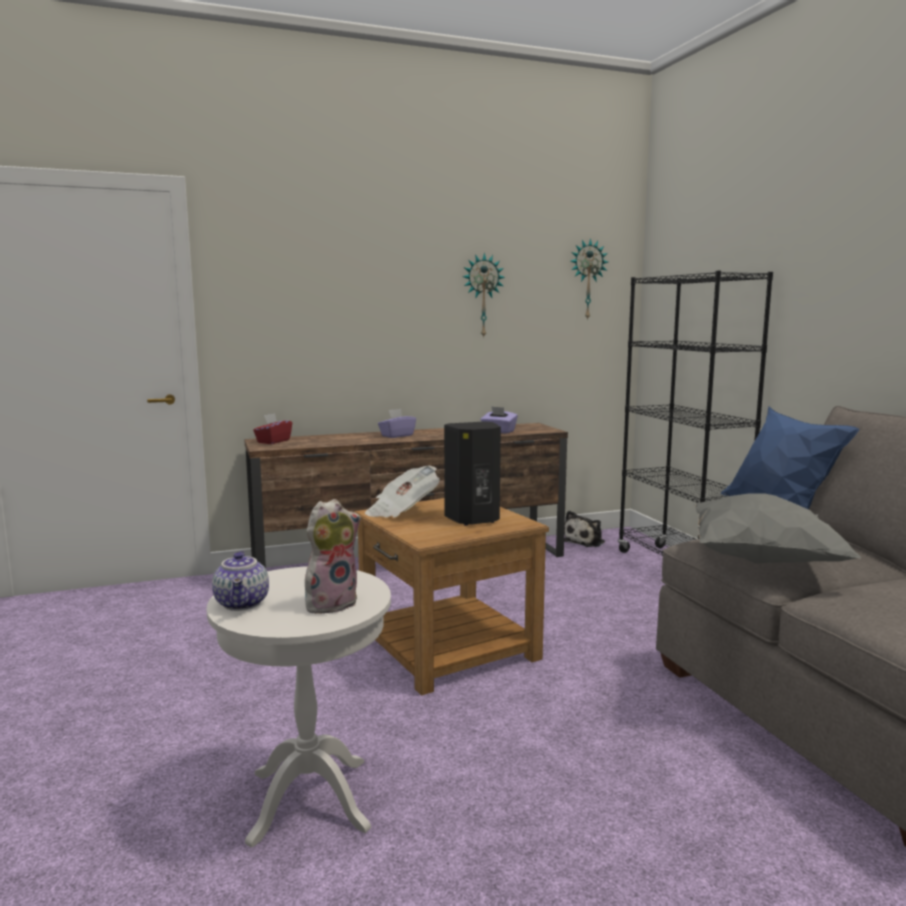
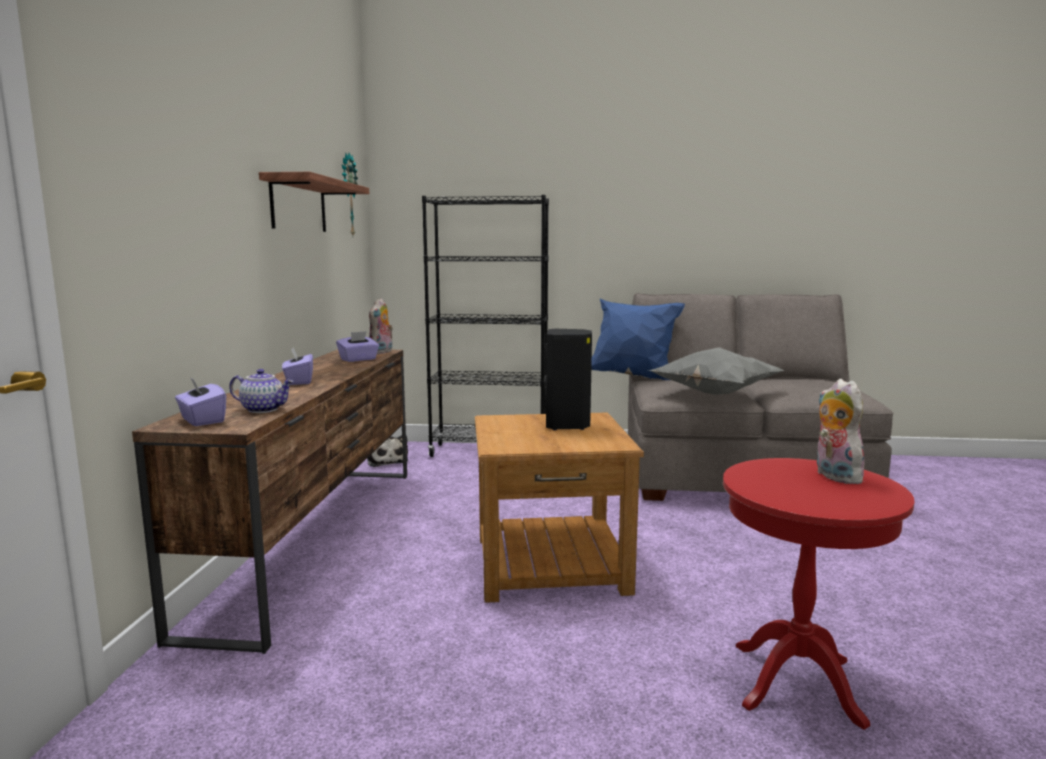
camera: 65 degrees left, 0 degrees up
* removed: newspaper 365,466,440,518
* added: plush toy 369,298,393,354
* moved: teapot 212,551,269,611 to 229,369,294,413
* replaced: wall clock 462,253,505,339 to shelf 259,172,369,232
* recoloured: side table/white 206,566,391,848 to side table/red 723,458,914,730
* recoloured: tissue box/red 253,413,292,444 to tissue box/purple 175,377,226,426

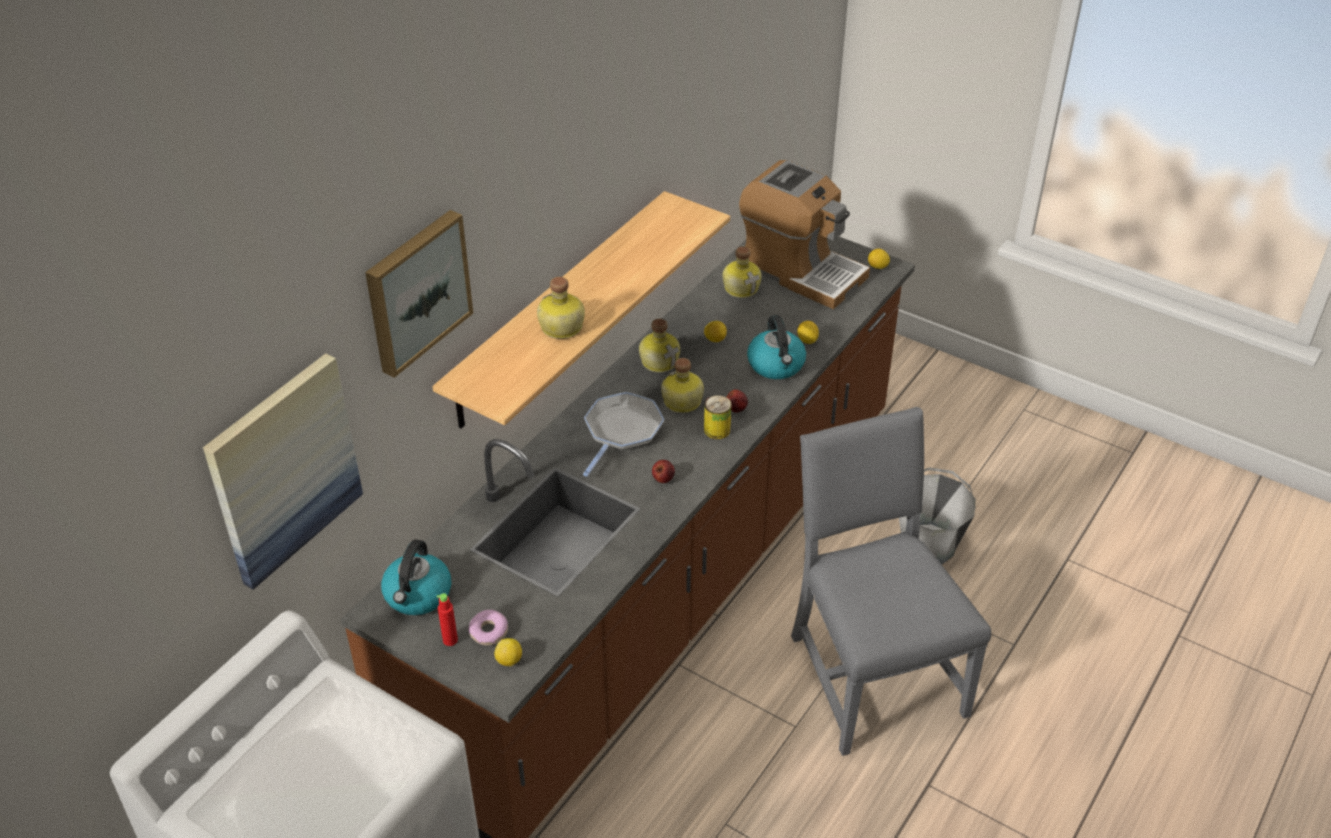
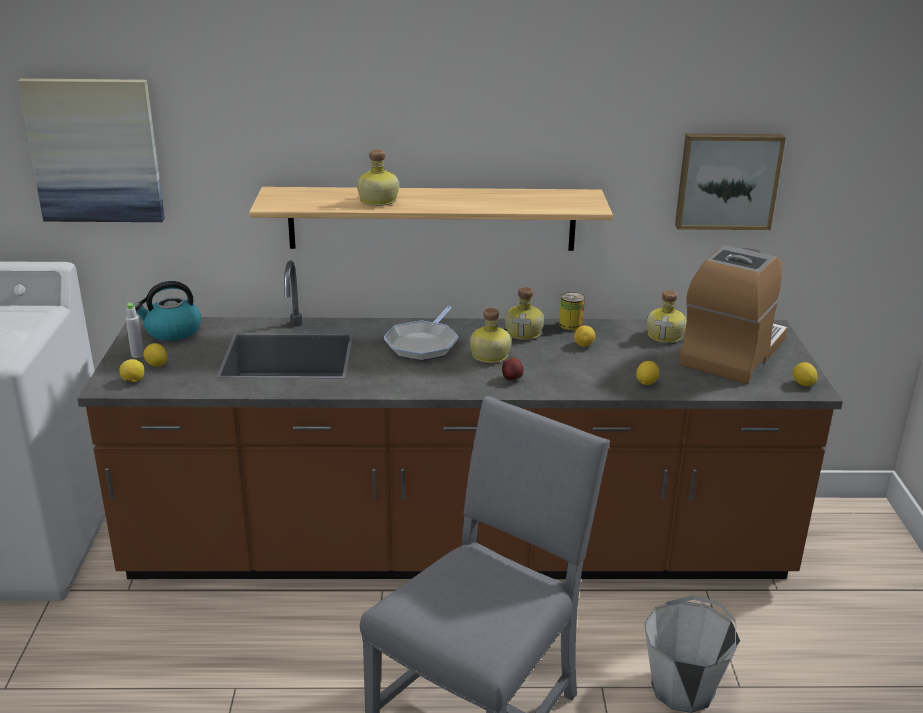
camera: 55 degrees right, 15 degrees down
* removed: apple 652,460,675,483
* removed: kettle 747,315,806,379
* moved: picture 365,210,473,378 to 675,133,786,230
* moved: can 704,395,731,439 to 559,292,585,331
* replaced: donut 469,610,508,645 to lemon 143,343,167,367
* recoloured: bottle/red 437,593,458,646 to bottle/grey 126,303,144,358
* turned: frying pan 583,392,664,477 = 384,306,459,361 120 degrees clockwise
* turned: coffee machine 739,160,870,309 = 679,245,788,384 150 degrees counterclockwise

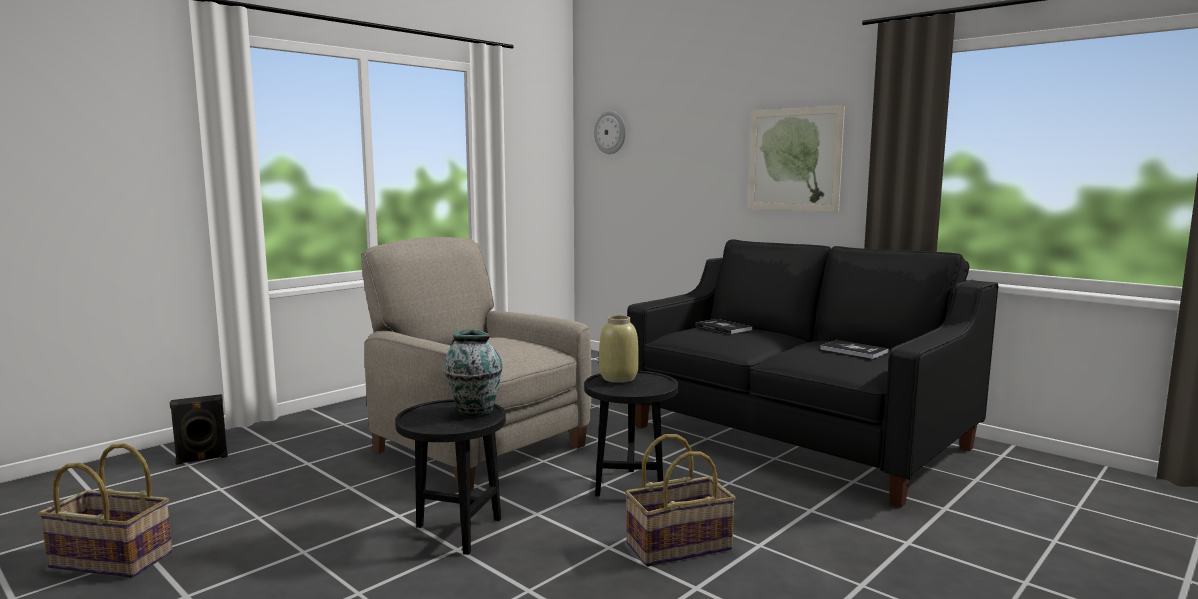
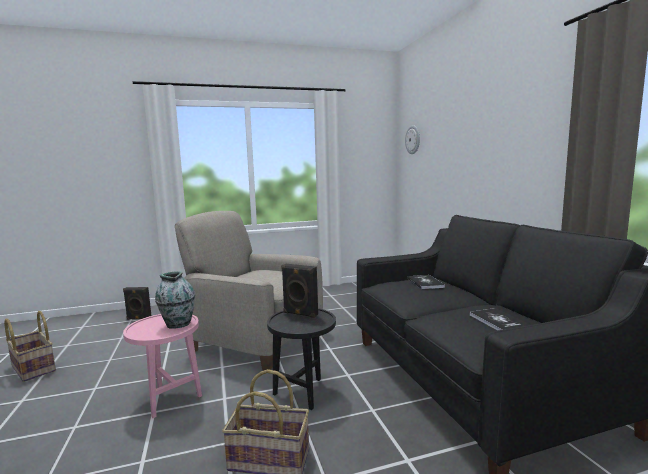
camera: 30 degrees right, 0 degrees up
* removed: picture 748,105,845,213
* replaced: vase/beige 599,315,639,383 to speaker/black 281,264,318,318
* recoloured: side table/black 395,399,506,555 to side table/pink 123,314,202,418
* turned: armchair/beige 361,237,591,491 = 175,211,323,370 45 degrees counterclockwise

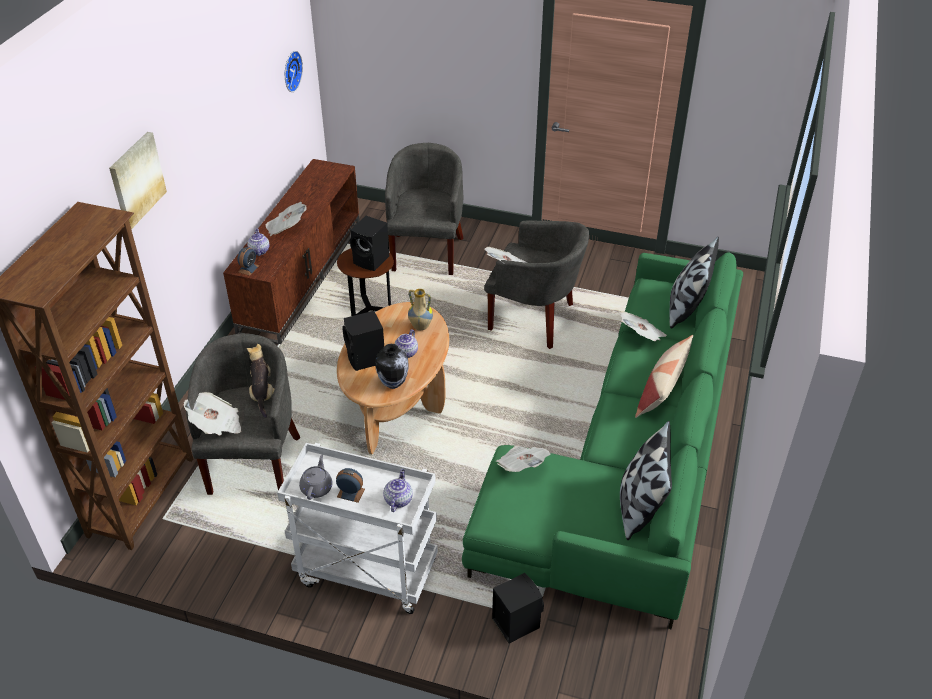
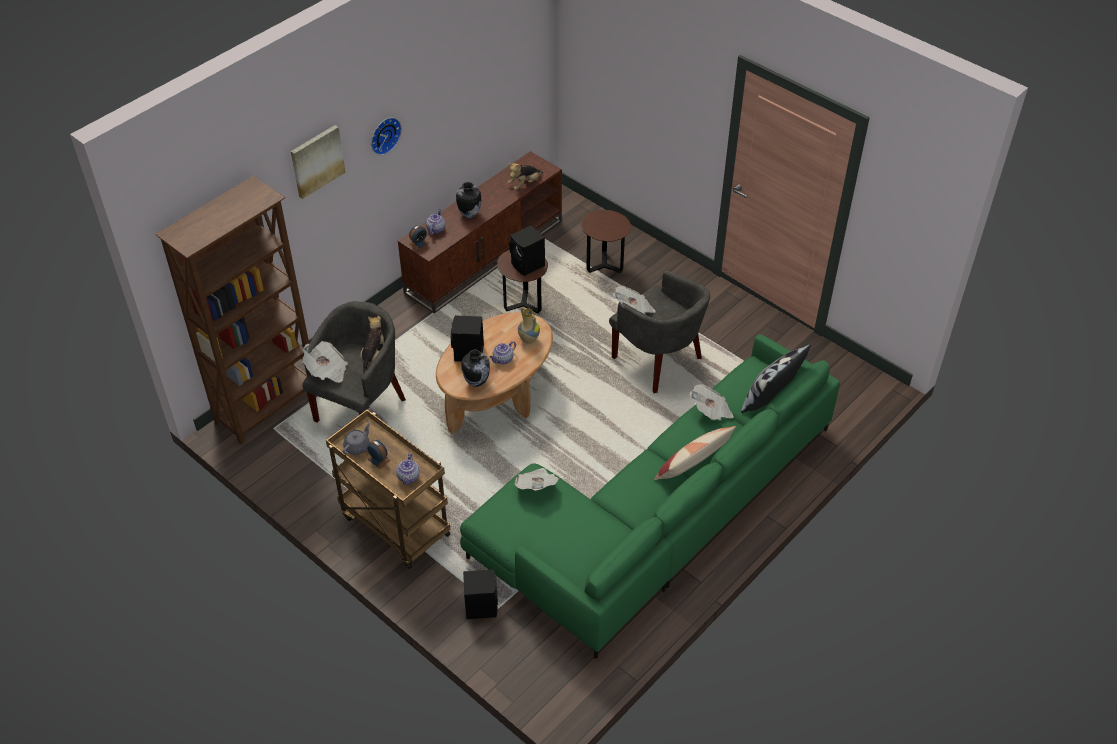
camera: 25 degrees right, 5 degrees up
* removed: pillow 620,421,672,540
* added: plush toy 508,163,543,190
* moved: wall clock 285,51,303,92 to 371,117,402,155
* replaced: newspaper 265,202,307,236 to vase 456,182,481,218
* replaced: armchair/grey 385,143,464,275 to side table/brown 581,210,631,273
* recoloured: cart/white 277,443,438,614 to cart/brown 326,410,450,569
* turned: teapot 383,469,413,512 = 396,453,420,485 150 degrees clockwise

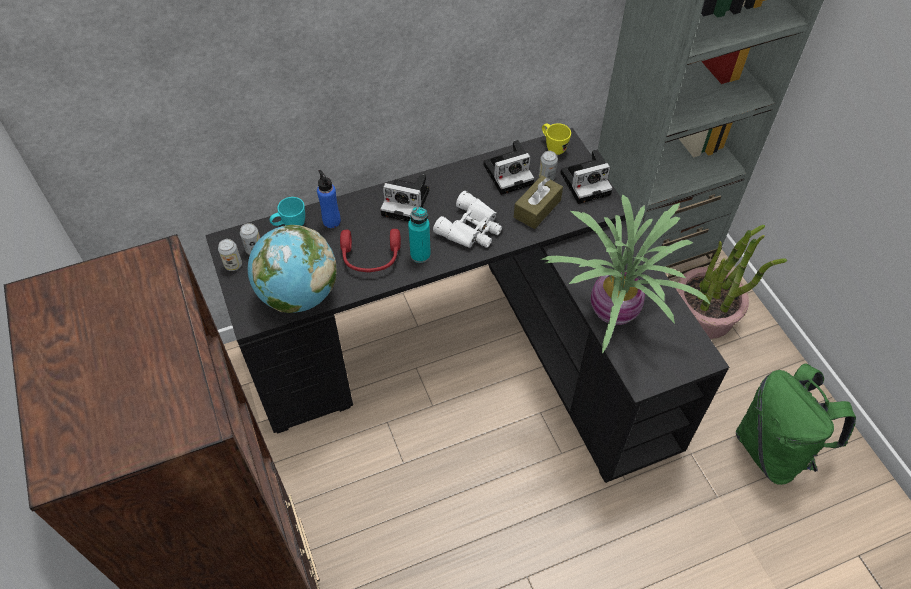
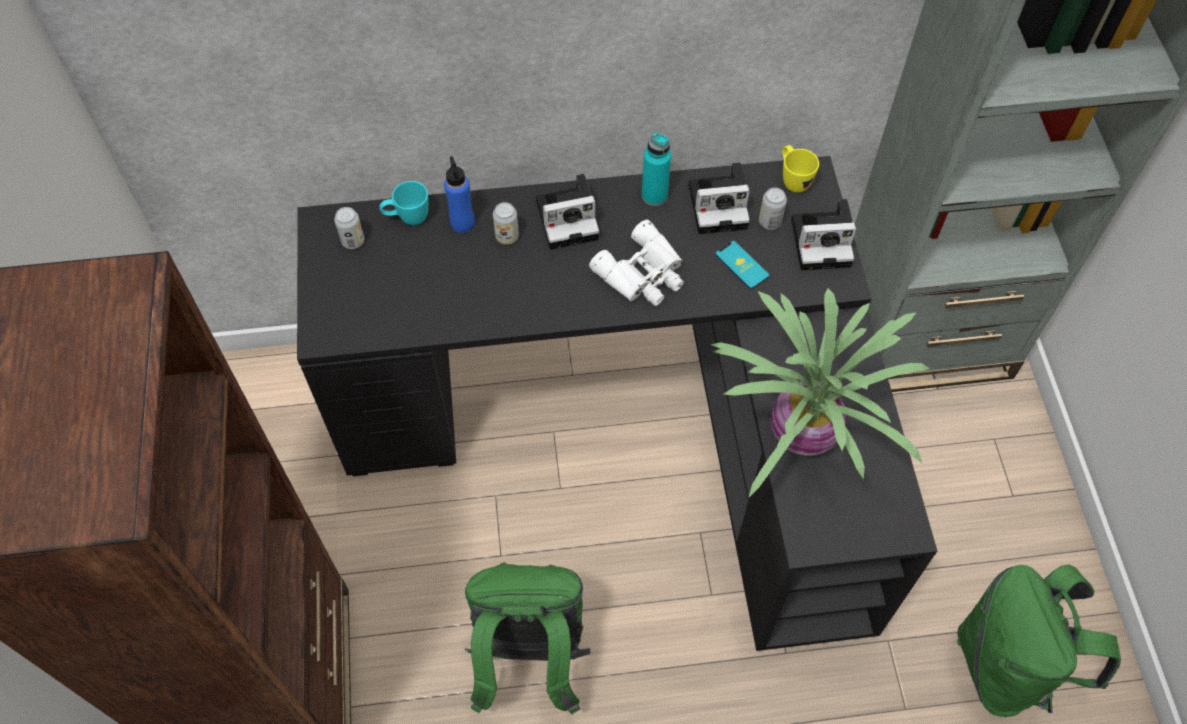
camera: 15 degrees right, 5 degrees up
* removed: globe 248,225,337,313
* removed: headphones/red 340,229,401,272
* removed: potted plant 676,225,787,339
* added: backpack/green 464,562,590,714
* moved: can 218,239,242,271 to 493,202,519,245
* moved: bottle/turquoise 408,207,431,263 to 642,132,671,206
* replaced: tissue box/brown 514,175,563,229 to phone 715,241,769,289
* turned: photo camera 380,174,429,222 = 536,174,599,249 45 degrees counterclockwise

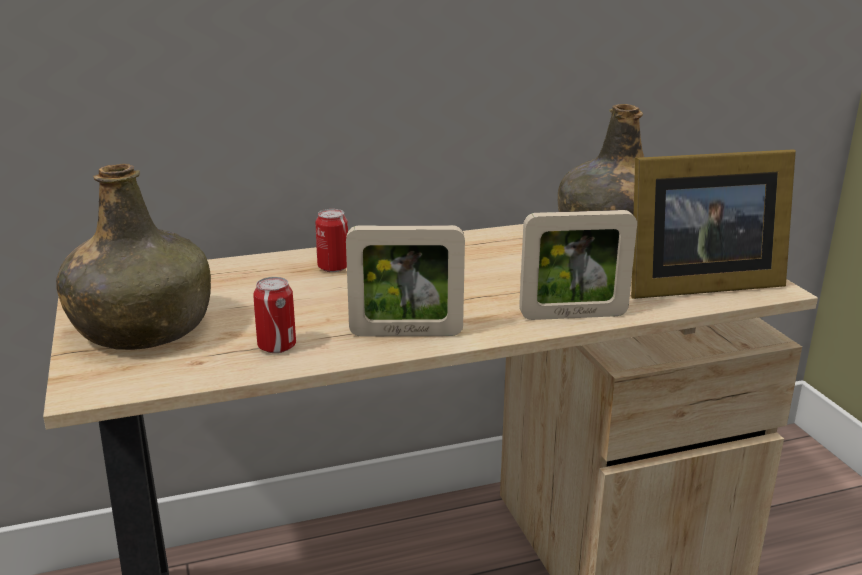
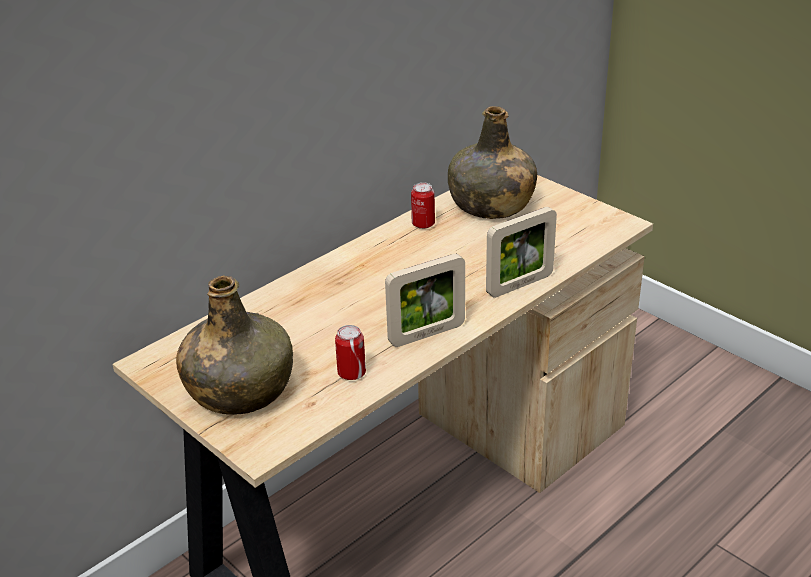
camera: 25 degrees left, 10 degrees up
* removed: picture frame 631,150,796,299
* moved: can 315,209,348,272 to 411,182,435,229

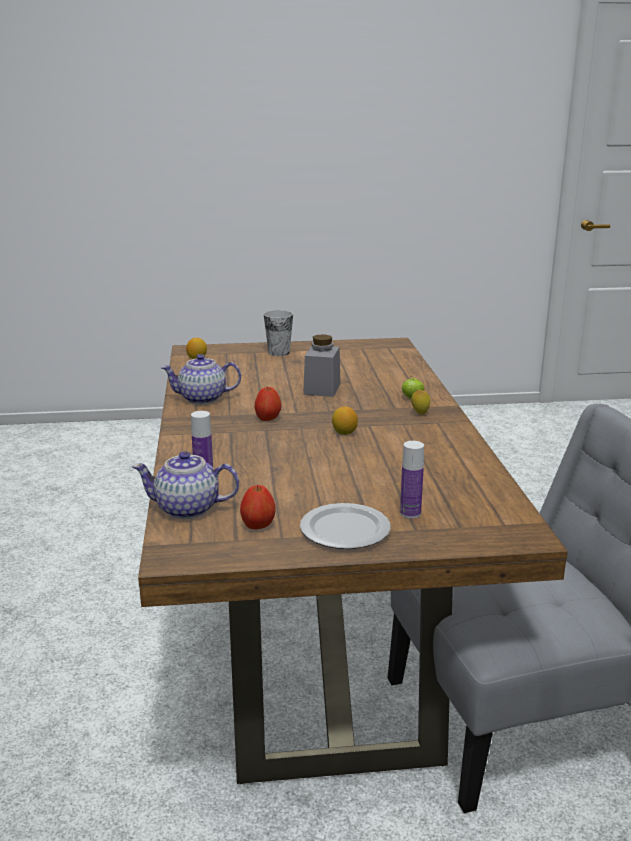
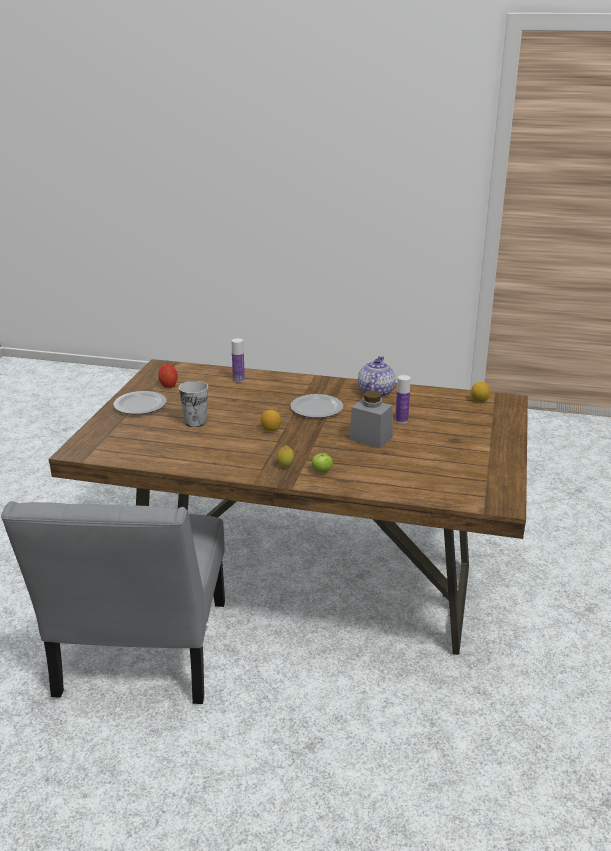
camera: 110 degrees right, 5 degrees up
* removed: teapot 132,451,239,519
* moved: cup 264,310,293,356 to 179,381,208,427
* moved: bottle 400,441,424,519 to 395,375,410,423
* replaced: apple 255,387,281,421 to plate 291,394,343,418

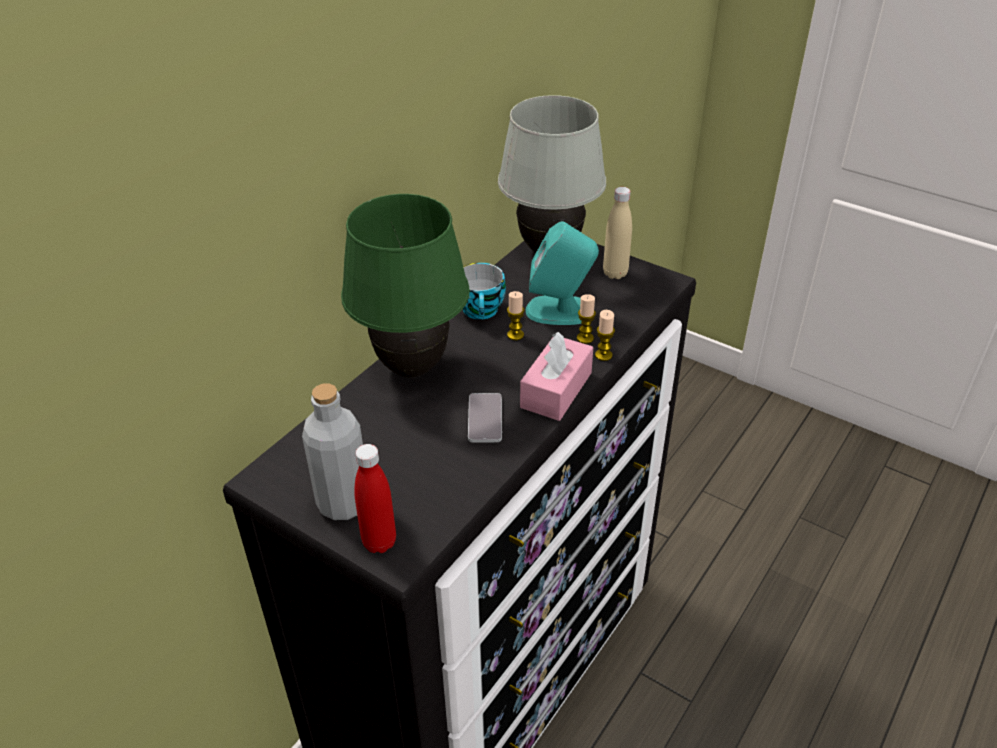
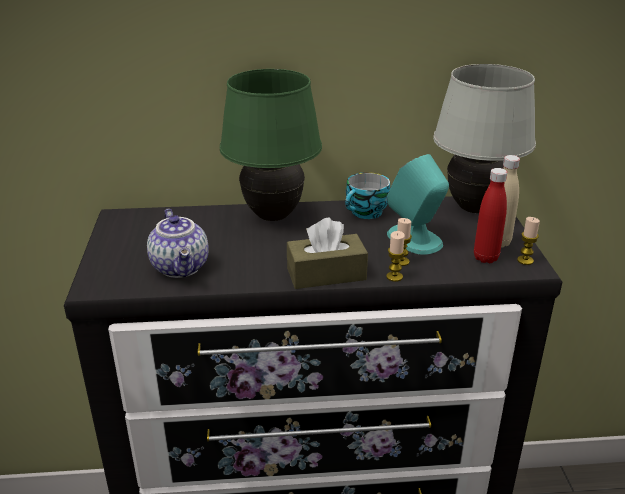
camera: 50 degrees right, 10 degrees down
* removed: bottle/grey 302,384,363,520
* removed: phone 468,393,502,443
* added: teapot 147,209,209,278
* moved: bottle/red 354,444,396,553 to 474,168,507,263
* moved: candle 507,291,525,340 to 517,217,540,265
* recoloured: tissue box/pink 520,332,593,421 to tissue box/brown 287,218,368,289

